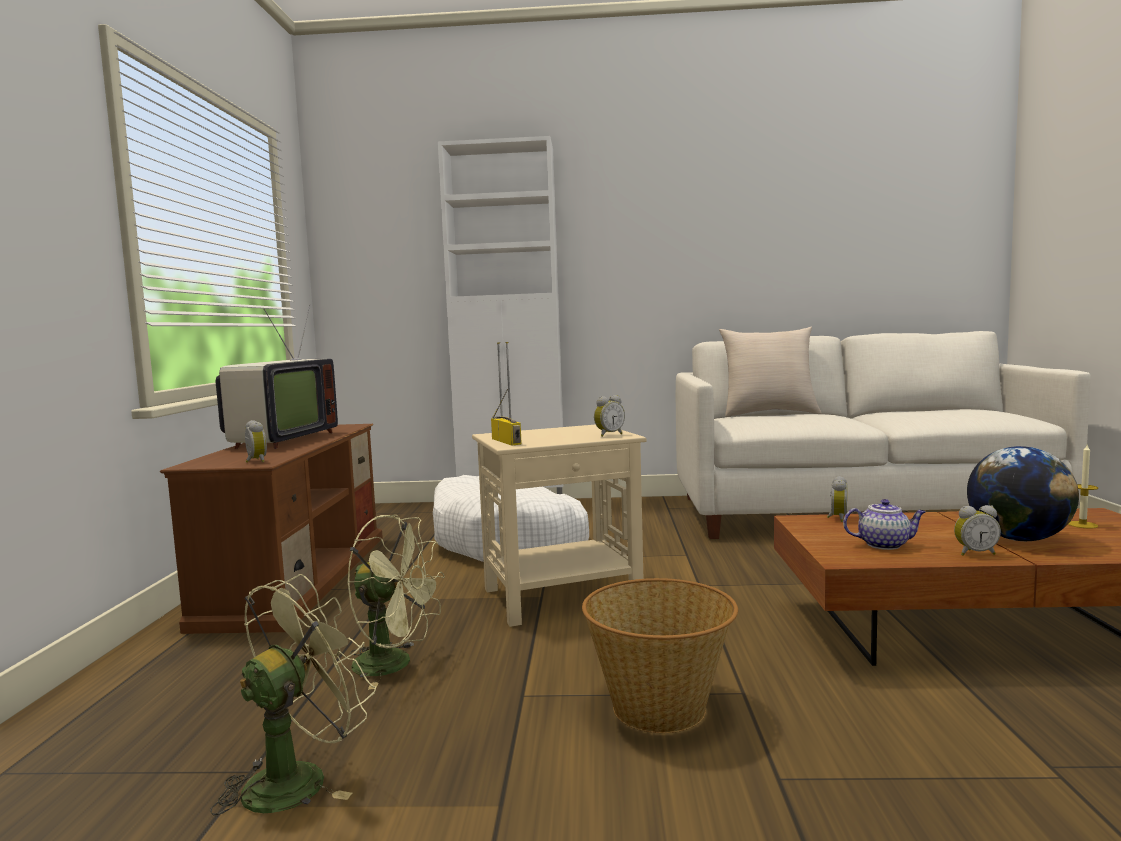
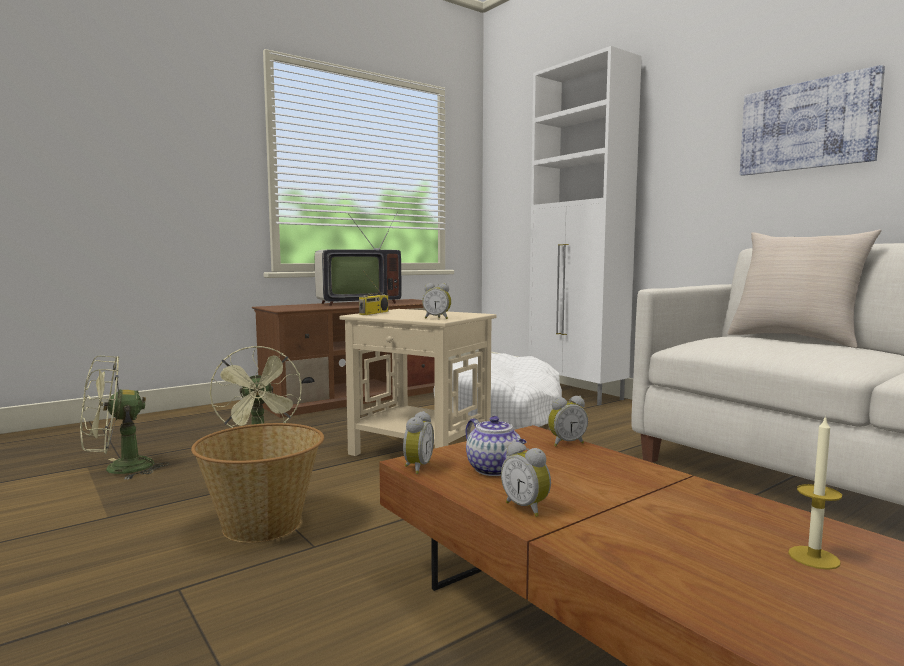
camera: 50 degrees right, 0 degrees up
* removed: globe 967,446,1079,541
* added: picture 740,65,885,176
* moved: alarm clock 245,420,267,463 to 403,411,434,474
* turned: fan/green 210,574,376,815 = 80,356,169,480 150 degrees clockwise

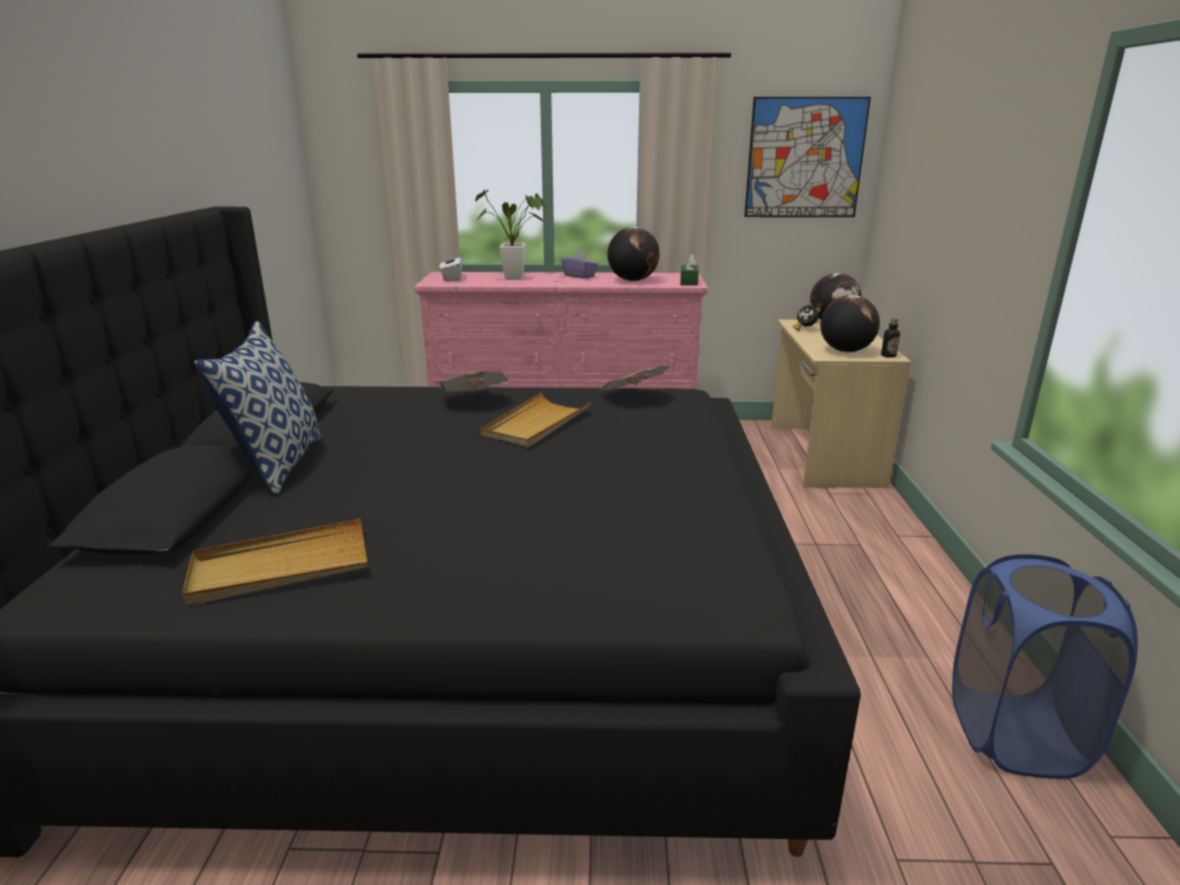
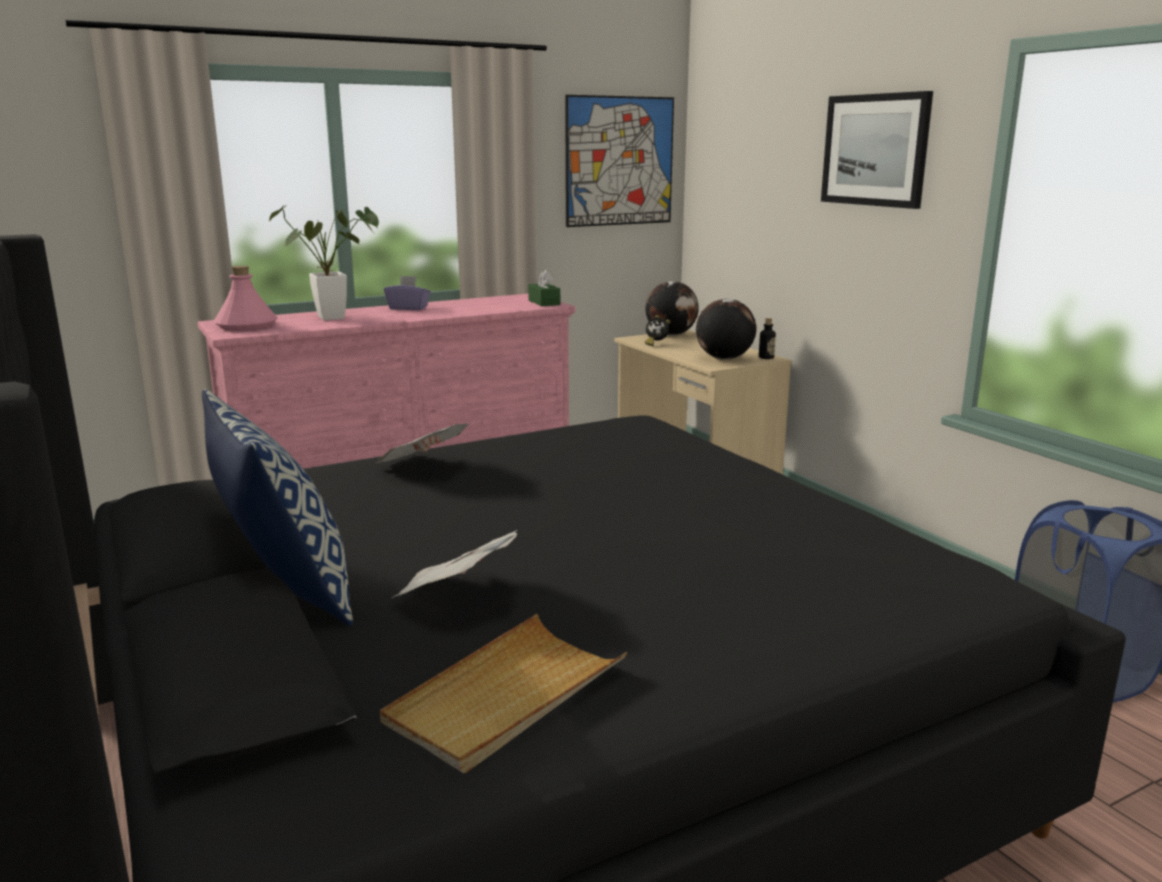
camera: 30 degrees left, 5 degrees down
* removed: tray/beige 481,393,591,447
* removed: globe 607,227,660,281
* added: picture 821,91,933,209
* moved: newspaper 598,366,670,391 to 392,530,517,598
* replaced: tissue box/white 440,252,462,281 to bottle/pink 213,266,278,331

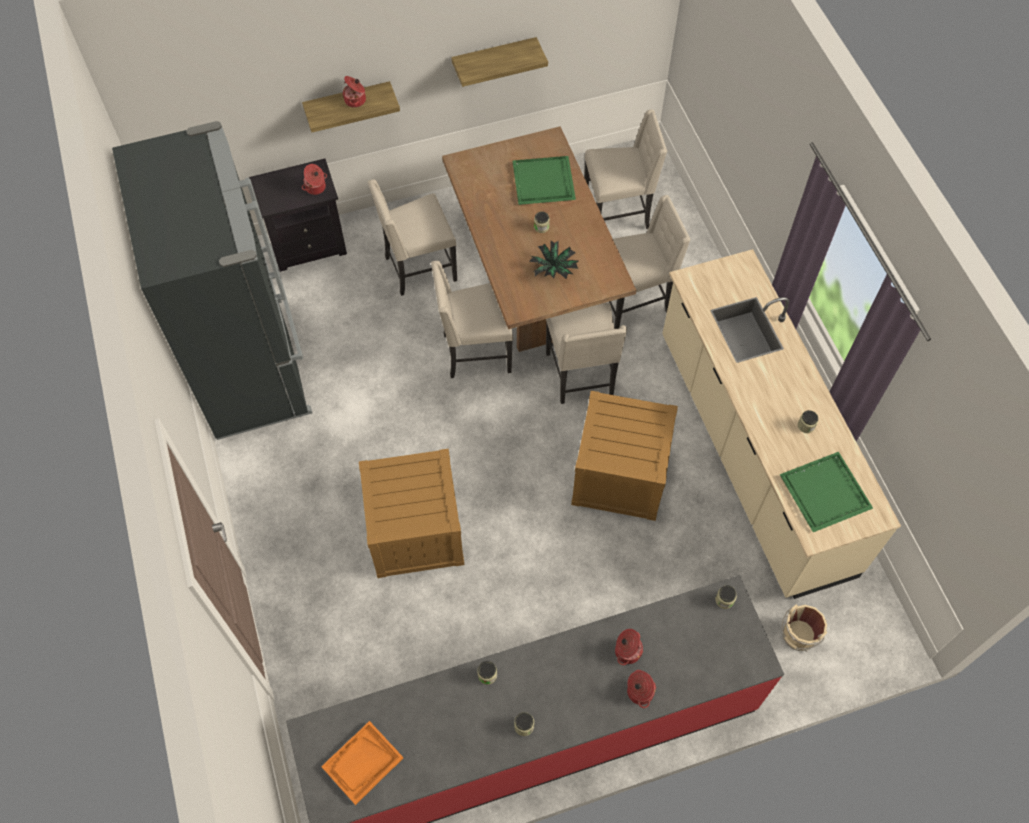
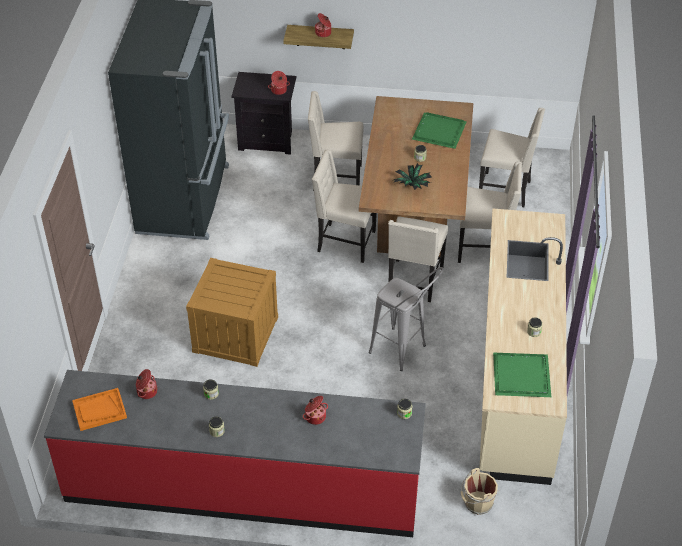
camera: 25 degrees right, 15 degrees down
* removed: shelf 451,37,548,87
* moved: cooking pot 627,670,656,708 to 136,369,157,399
* replaced: crate 571,391,678,521 to stool/grey 369,267,443,371

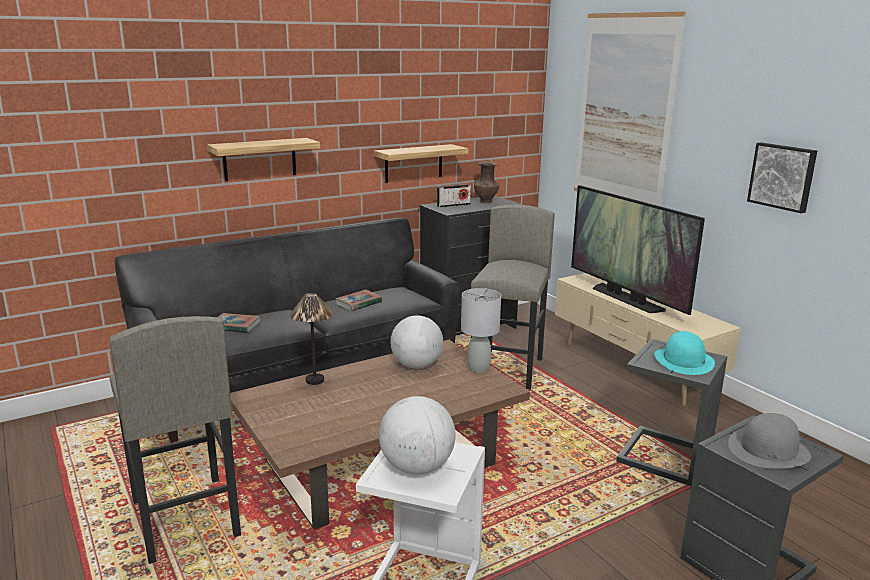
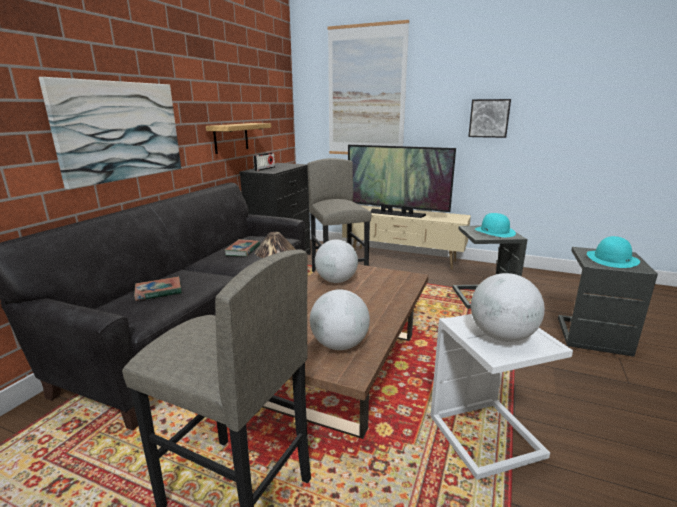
camera: 35 degrees left, 0 degrees up
* removed: table lamp/grey 461,288,501,373
* removed: vase/brown 474,161,499,203
* added: globe 310,289,370,350
* replaced: shelf 207,138,320,181 to picture 39,77,181,189
* recoloured: hat/grey 728,413,811,469 to hat/turquoise 587,236,640,268

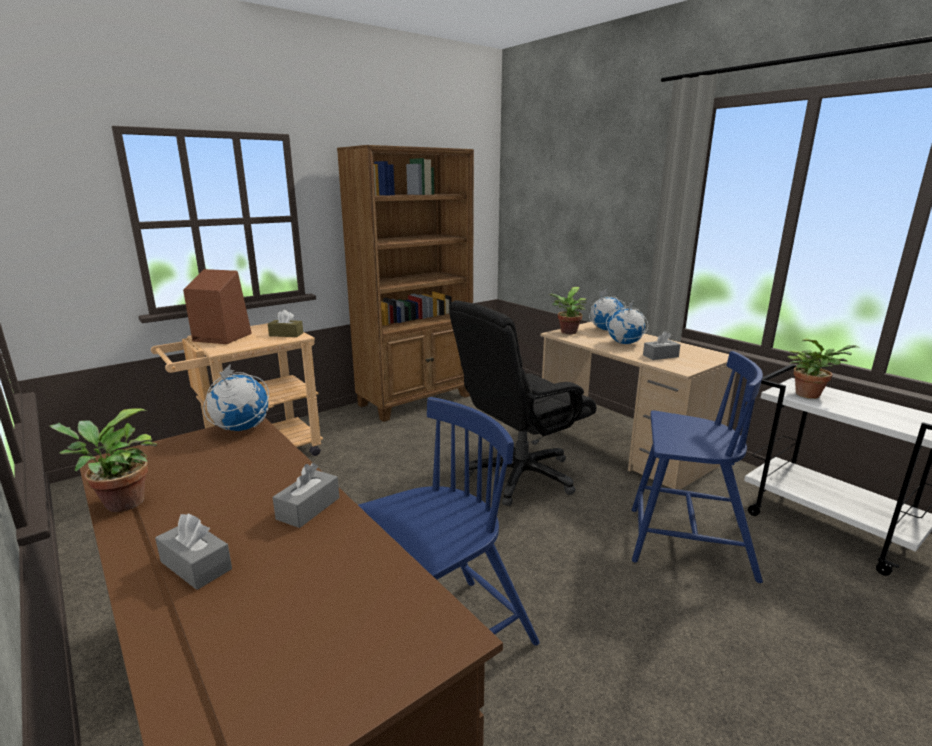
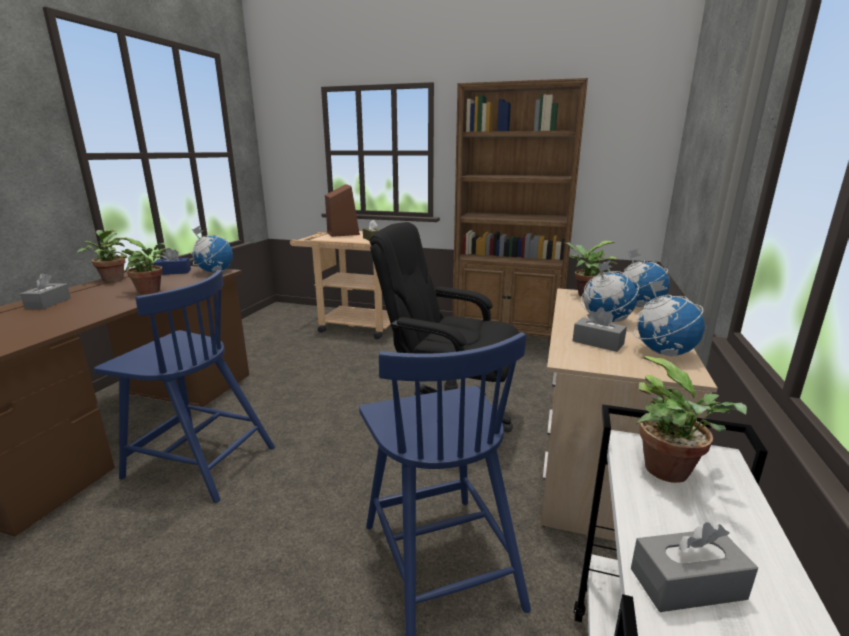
camera: 55 degrees right, 0 degrees up
* added: potted plant 114,237,168,294
* added: tissue box/blue 154,248,191,275
* added: globe 634,280,705,357
* moved: tissue box/grey 273,463,340,528 to 631,522,758,612

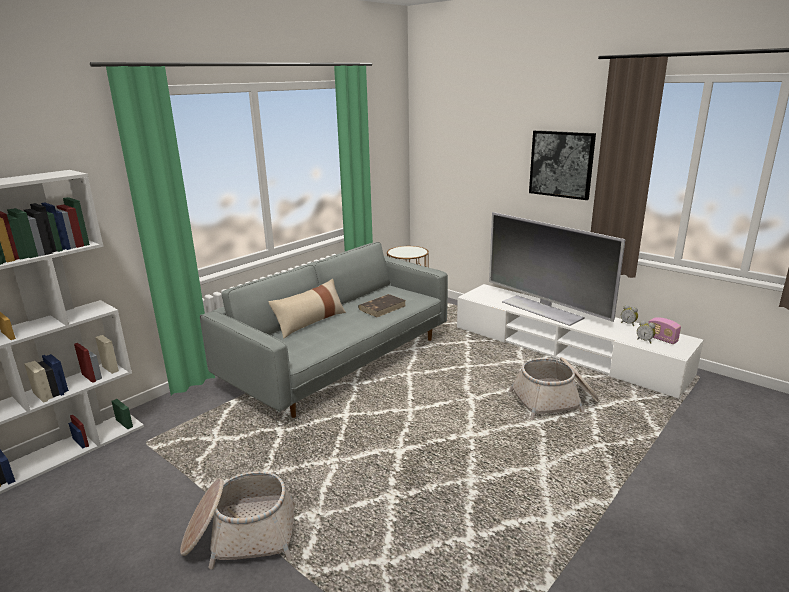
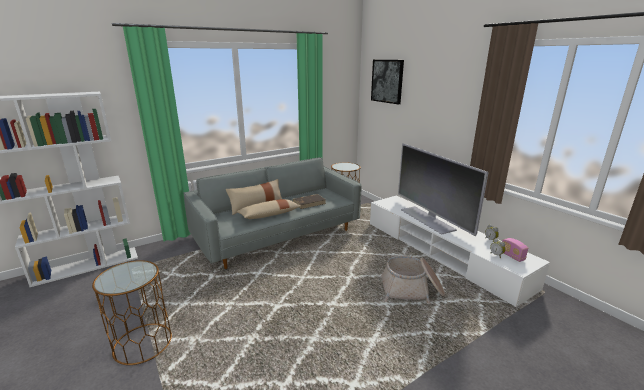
camera: 15 degrees right, 0 degrees up
* added: pillow/beige 237,199,301,219
* moved: picture 529,130,596,200 to 371,60,404,104
* replaced: basket 180,471,296,569 to side table/brown 92,260,172,365

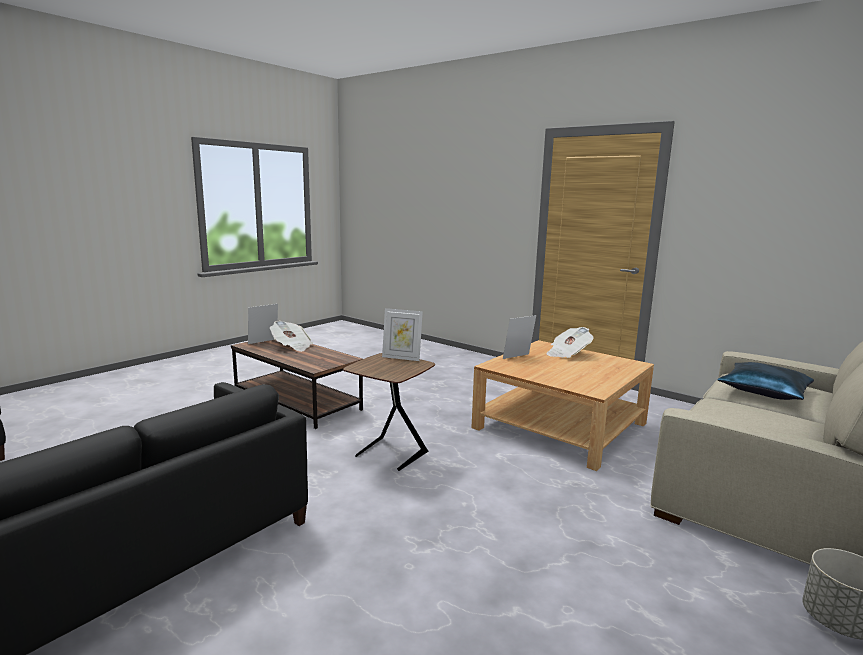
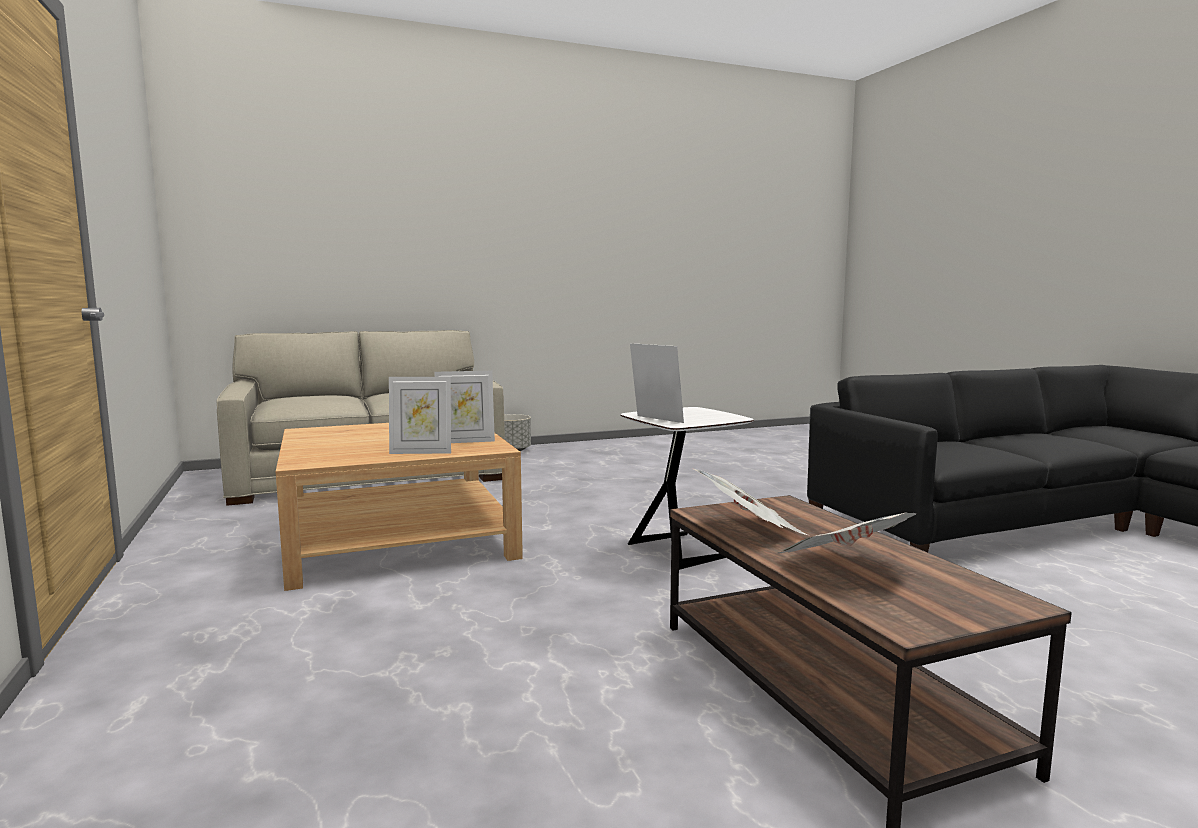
camera: 150 degrees left, 5 degrees down
* removed: pillow/blue 718,362,814,400
* moved: picture frame 248,304,278,344 to 434,371,495,443
* moved: newspaper 546,327,594,358 to 694,469,807,535
* recoloured: side table/brown 343,353,435,471 to side table/white 621,407,754,570

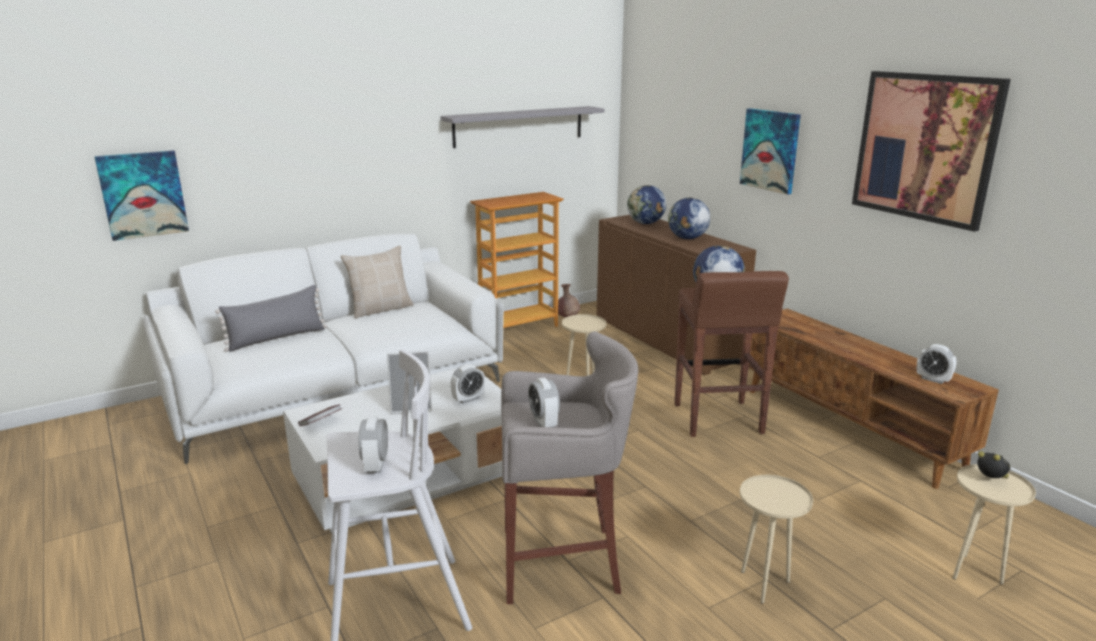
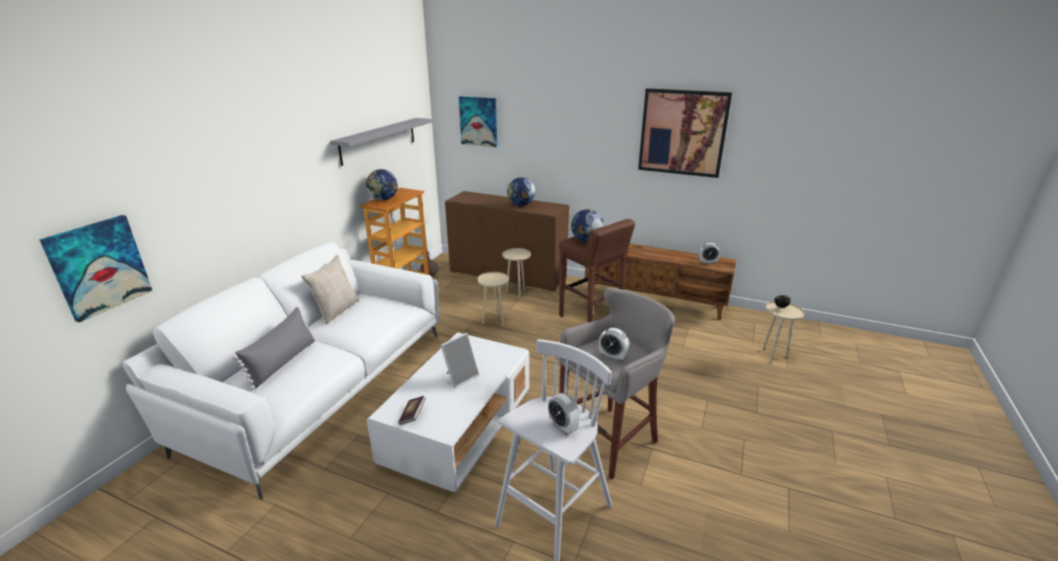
camera: 35 degrees left, 5 degrees up
* removed: alarm clock 451,364,485,404
* moved: globe 627,185,666,224 to 366,169,398,201
* moved: picture 740,108,801,195 to 459,96,497,147
* moved: side table/beige 740,475,813,604 to 502,248,531,299

